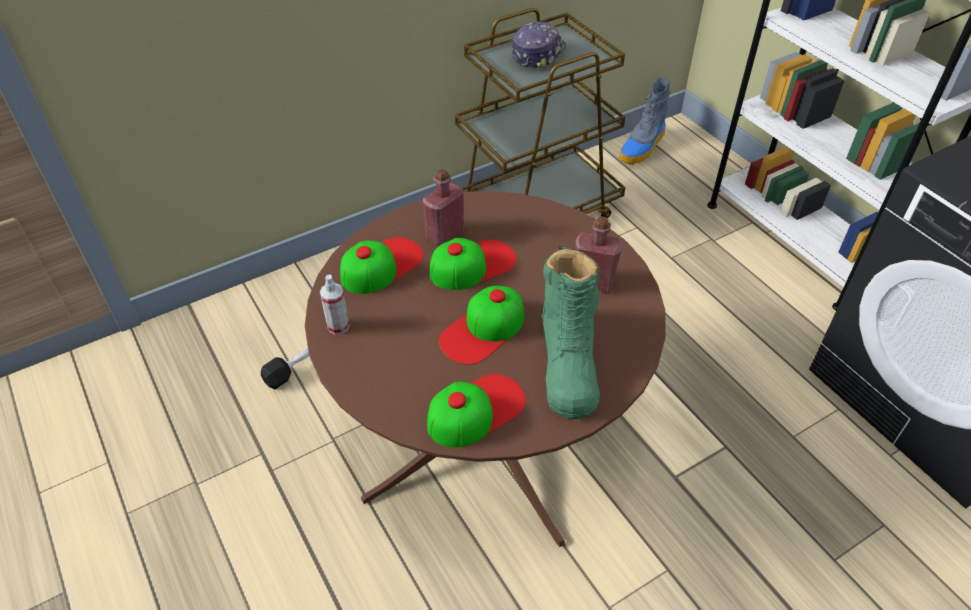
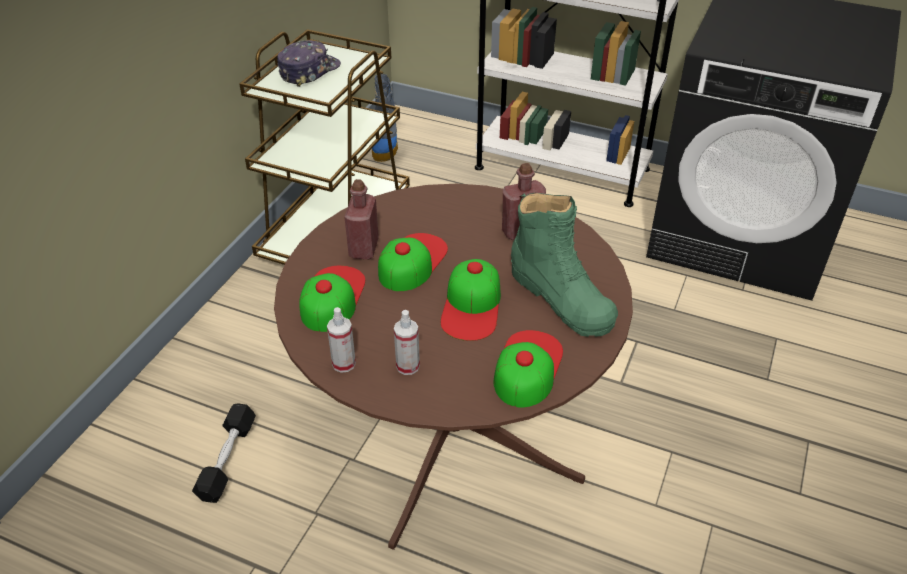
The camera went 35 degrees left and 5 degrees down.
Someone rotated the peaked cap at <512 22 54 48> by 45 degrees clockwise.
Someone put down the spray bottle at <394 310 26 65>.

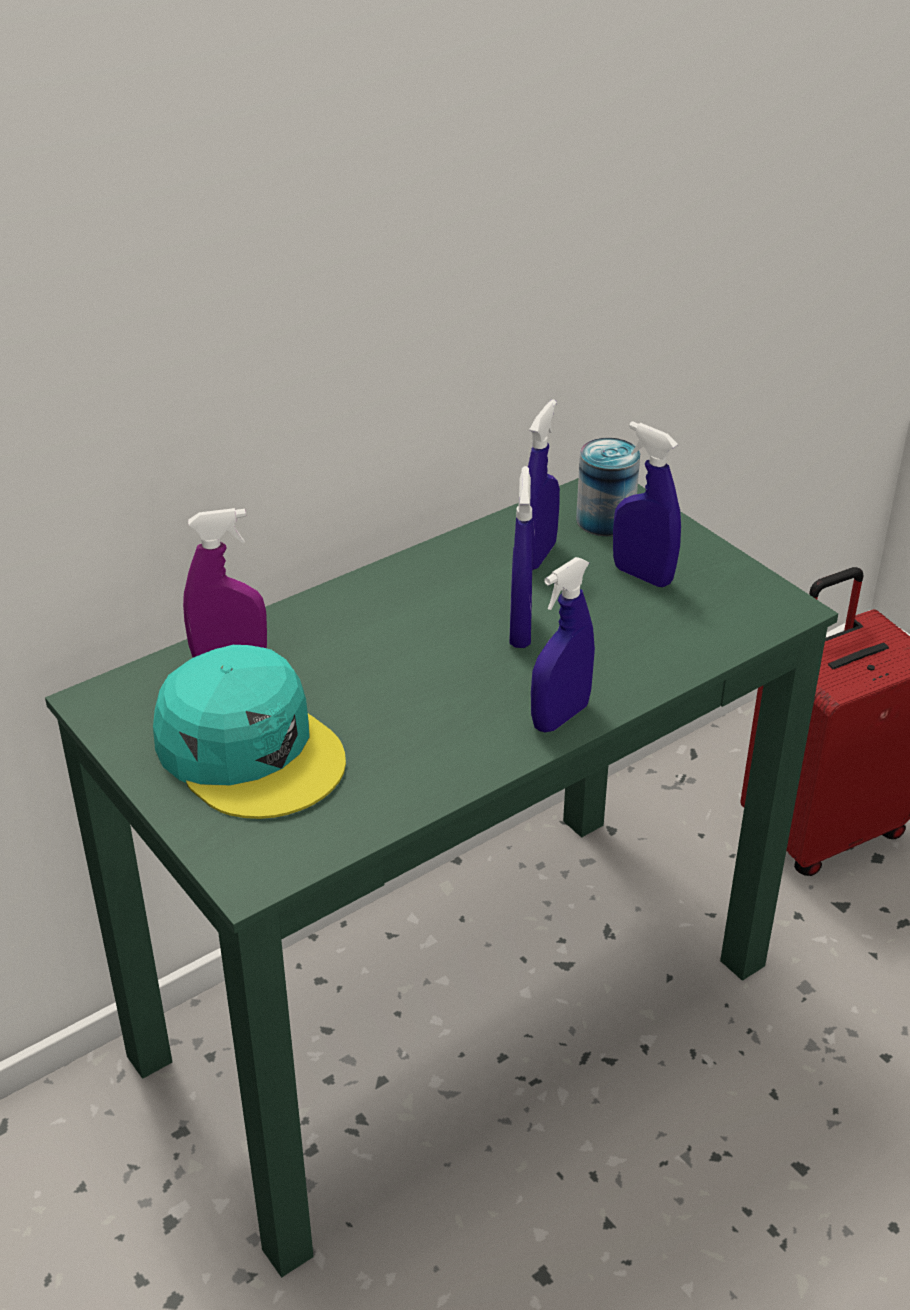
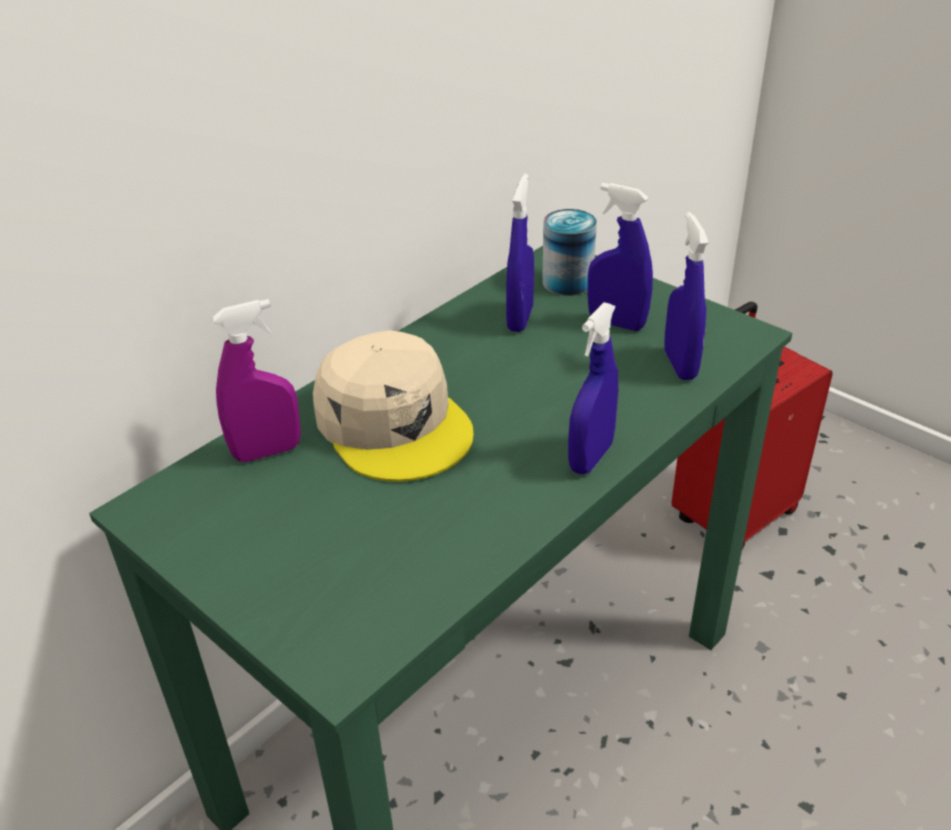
The camera went 10 degrees left and 0 degrees up.
Someone put down the peaked cap (beige-coloured) at <313 330 161 152>.
Someone carried the spray bottle (bluish) from <509 466 23 182> to <664 212 45 168>.
Someone took away the peaked cap (turquoise-coloured) at <153 645 193 174>.

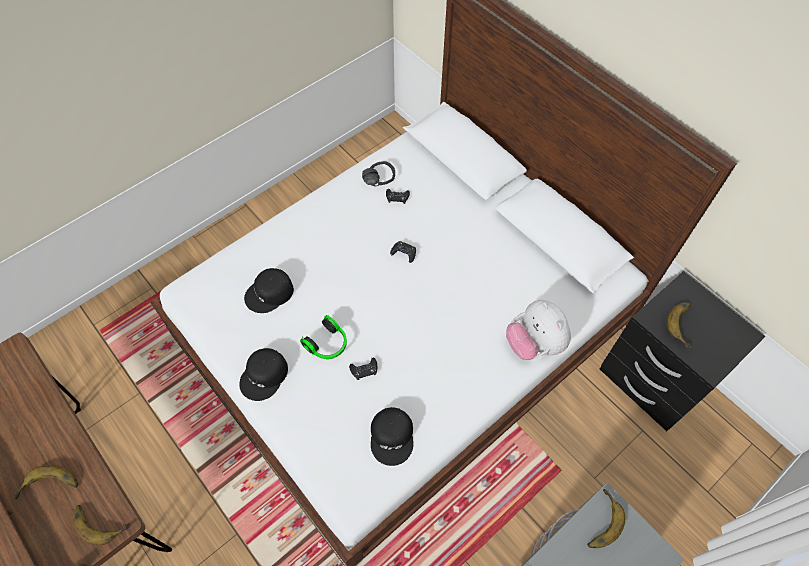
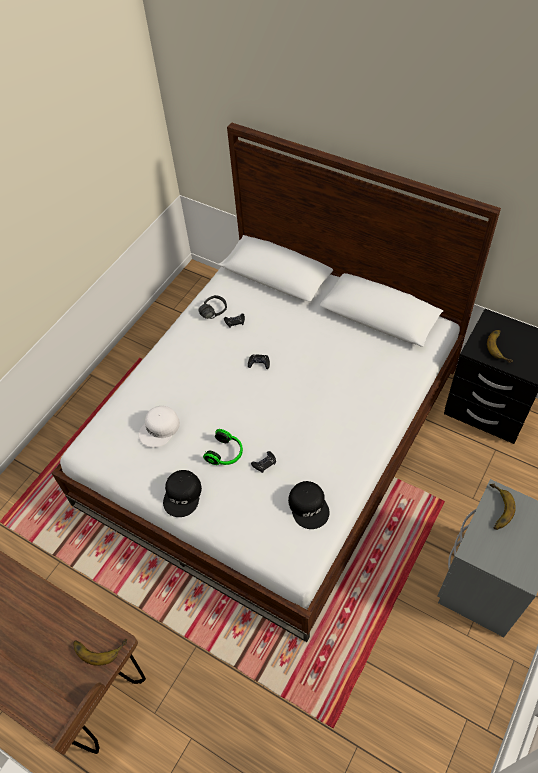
The camera went 15 degrees left and 5 degrees down.
Someone repainted the peaked cap (blackish) at <244 268 50 45>, which became the peaked cap (whitish) at <139 406 41 42>.
Someone took away the banana at <14 465 64 34>.
Someone took away the soft toy at <506 300 65 60>.

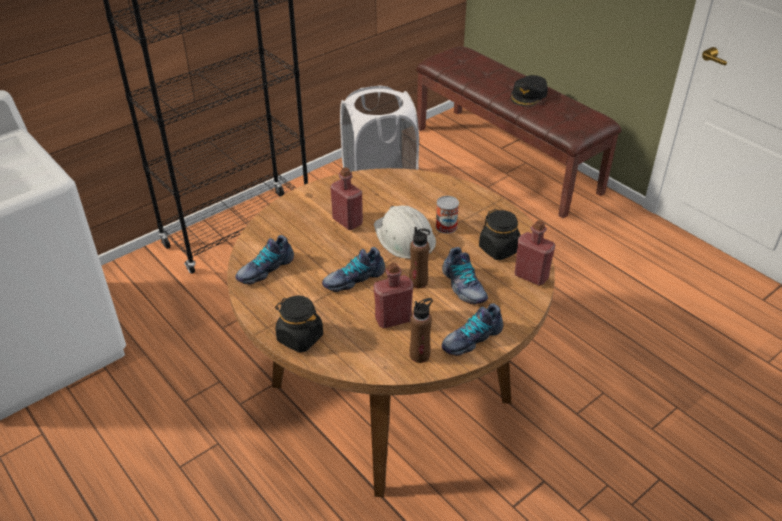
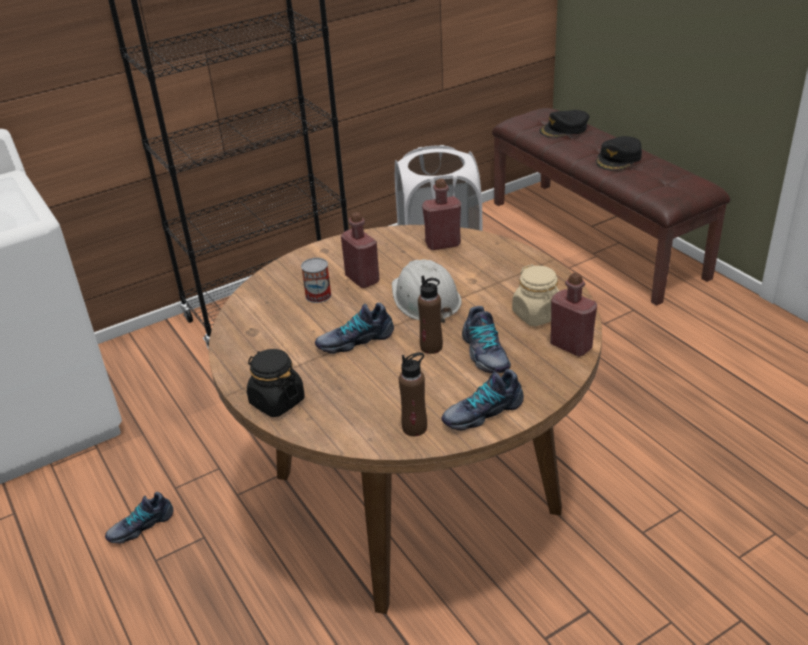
The camera went 10 degrees right and 5 degrees down.
Someone carried the item of footwear from <235 235 59 50> to <105 492 69 52>.
Someone carried the sealed can from <435 196 24 38> to <301 258 31 45>.
Someone carried the beverage bottle (red) from <374 262 39 67> to <422 179 39 71>.
Someone repainted the jar (blackish) at <479 209 42 51>, which became the jar (beige-coloured) at <512 264 47 62>.
Someone put down the peaked cap (blackish) at <539 110 51 28>.

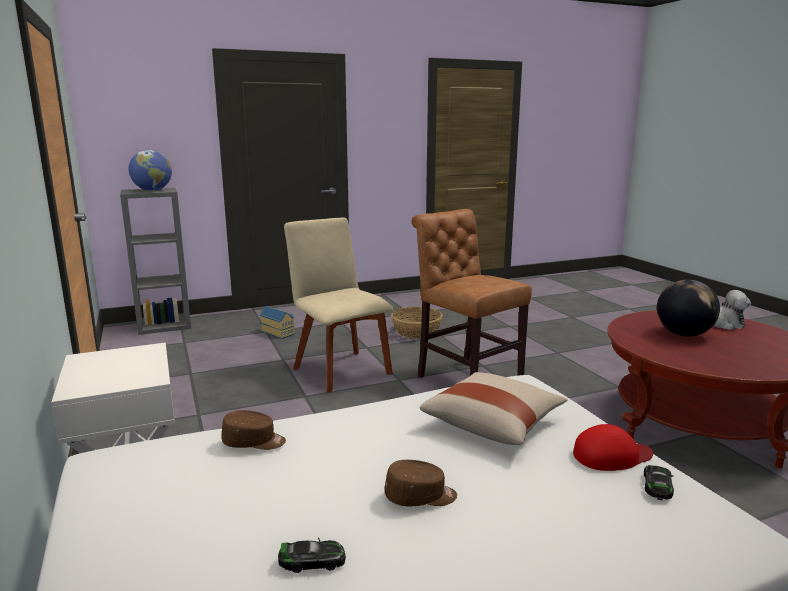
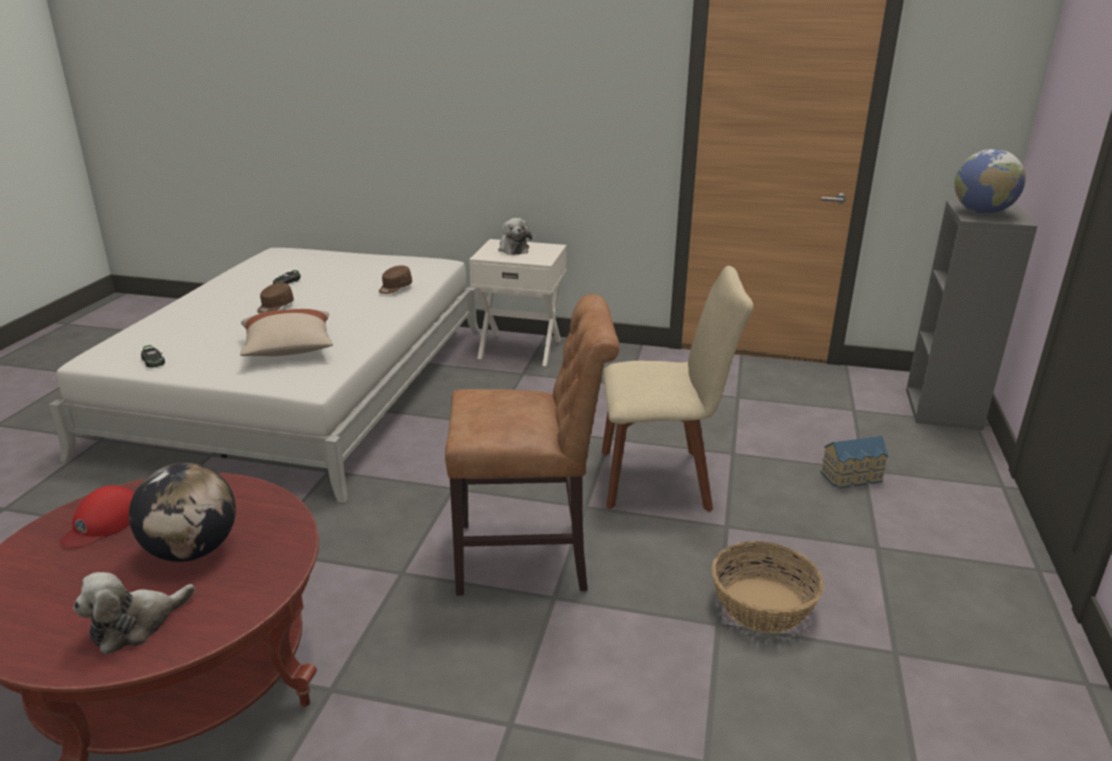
The camera went 125 degrees right and 10 degrees up.
Someone carried the peaked cap (red) from <573 424 80 47> to <60 486 74 61>.
Someone put down the soft toy at <498 218 34 37>.

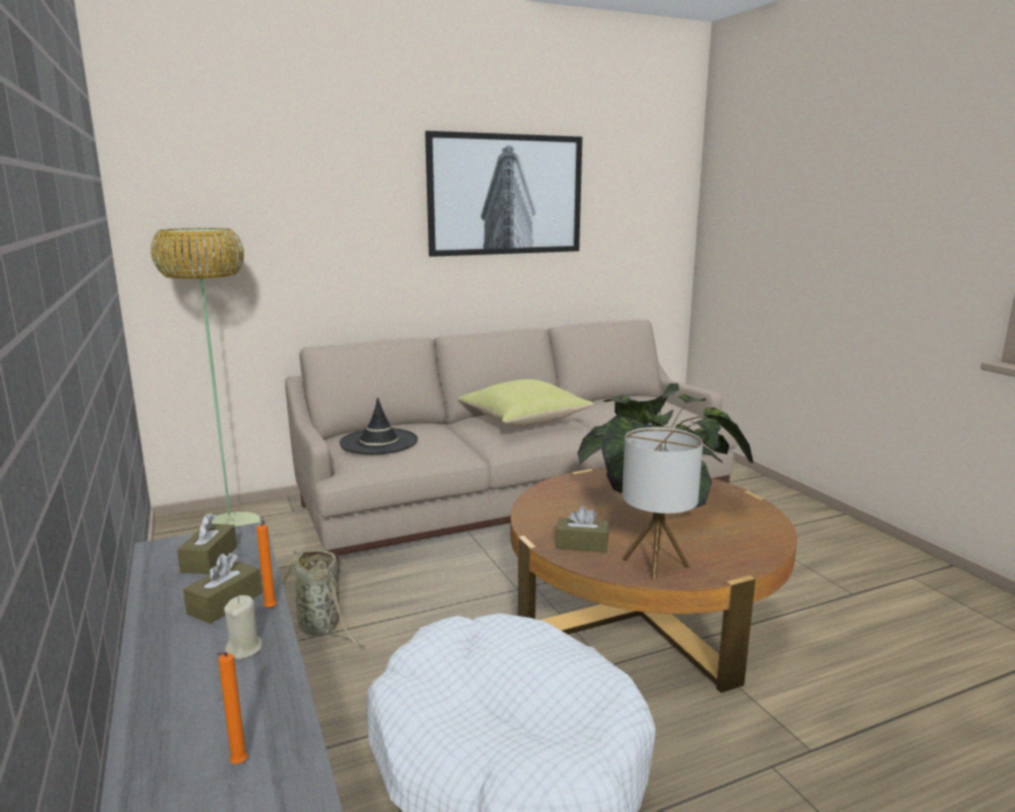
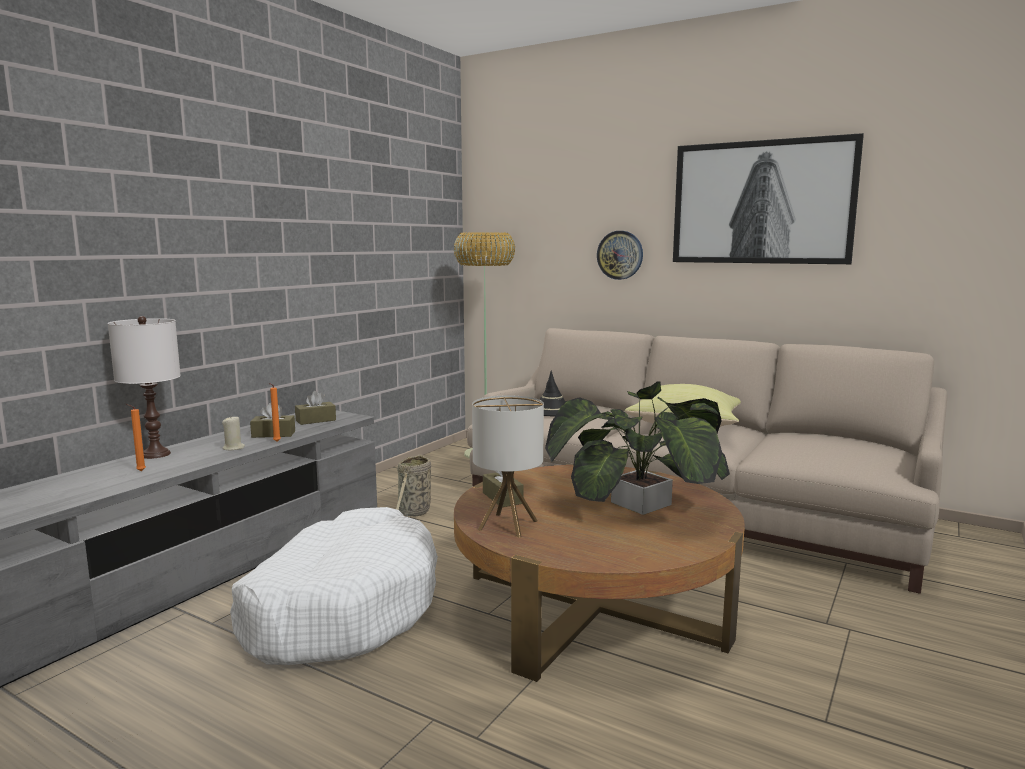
The camera went 55 degrees right and 5 degrees down.
Someone put down the table lamp (whitish) at <108 316 73 143>.
Someone put up the clock on the wall at <597 231 46 49>.

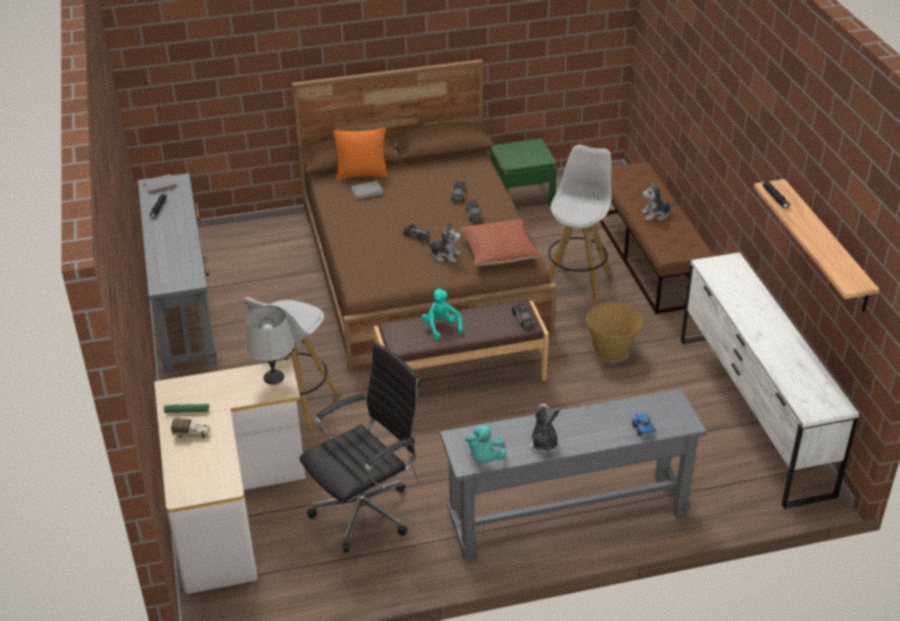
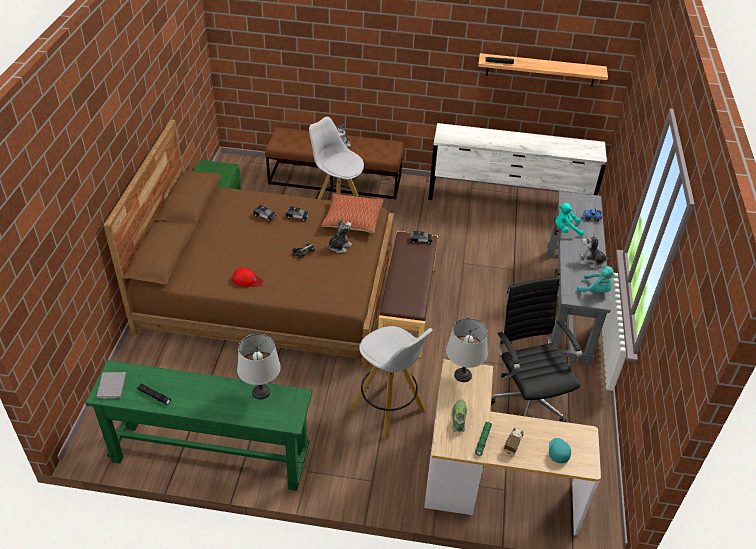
The camera went 70 degrees left and 5 degrees up.
Someone repainted the console table (greyish) at <138 173 79 200>, which became the console table (greenish) at <85 360 227 131>.
Someone put down the peaked cap (red) at <232 268 31 19>.
Someone put down the table lamp (greyish) at <237 334 44 65>.
Someone put down the item of footwear at <452 399 15 33>.
Someone put down the peaked cap (turquoise-coloured) at <549 438 22 25>.
Someone carried the soft toy (turquoise-coloured) from <422 289 40 51> to <555 203 29 33>.
Someone took away the throw pillow (orange-coloured) at <333 127 56 53>.
Someone took away the book (greyish) at <350 181 33 19>.
Someone took away the basket at <586 303 57 58>.

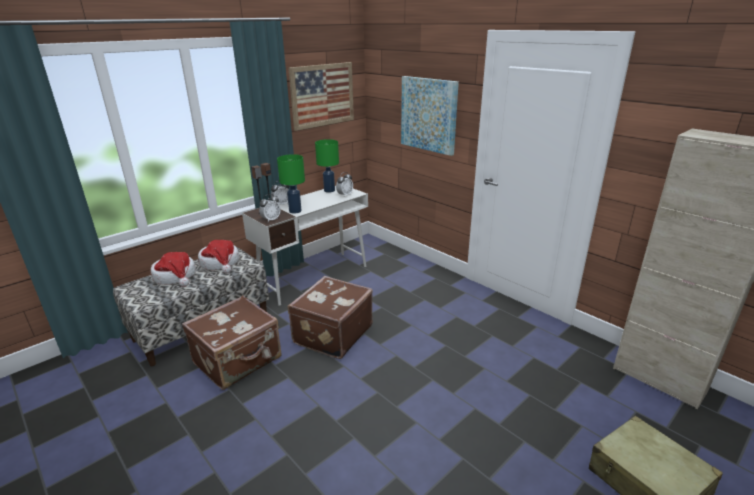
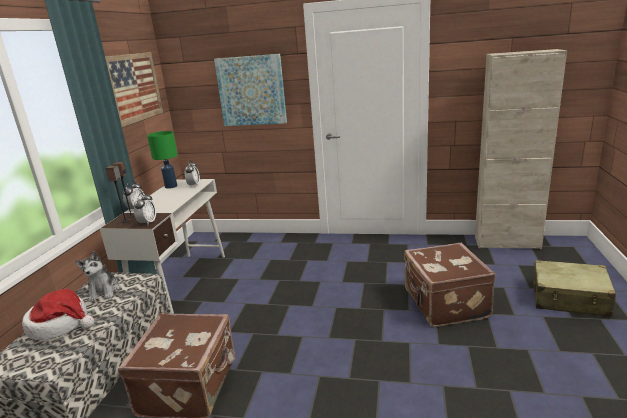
The camera went 35 degrees left and 5 degrees down.
Someone swapped the clothing hat at <198 240 41 34> for the soft toy at <75 251 45 51>.
Someone carried the piece of luggage (brown-coloured) from <288 276 85 83> to <404 243 92 84>.
Someone took away the table lamp (greenish) at <277 154 28 60>.

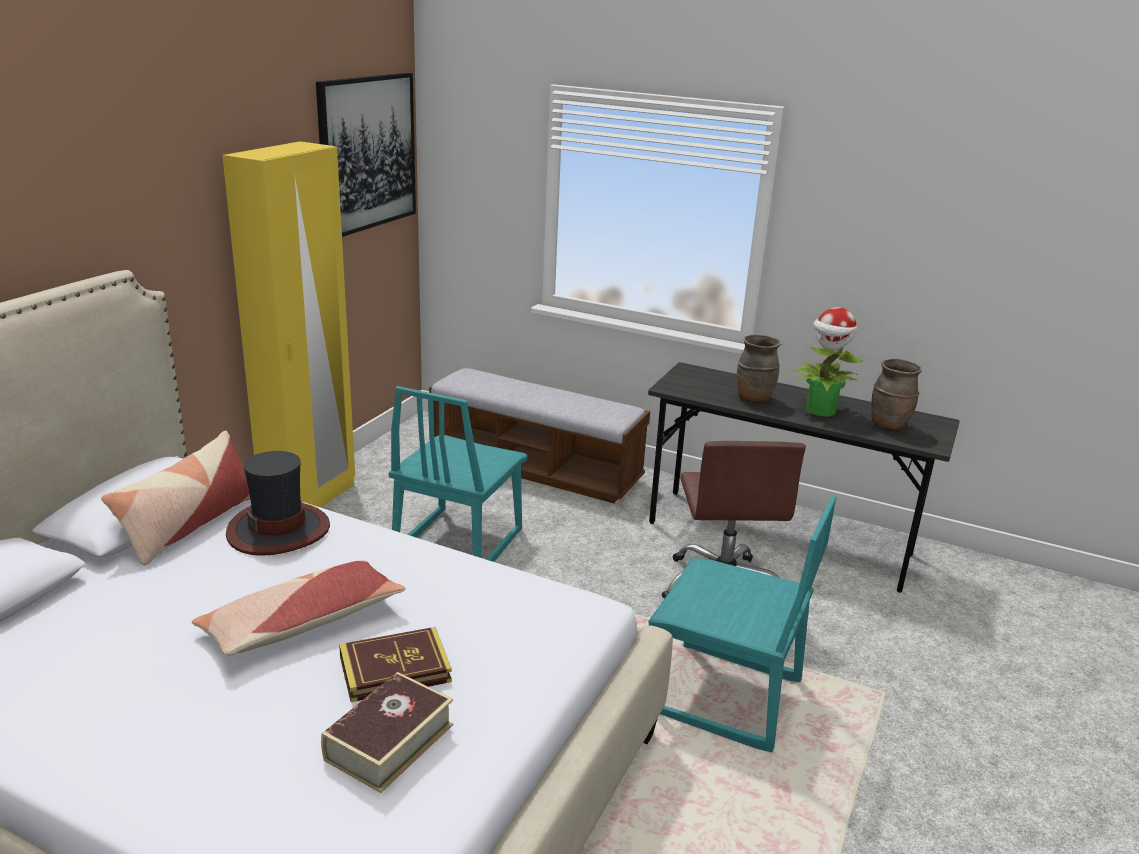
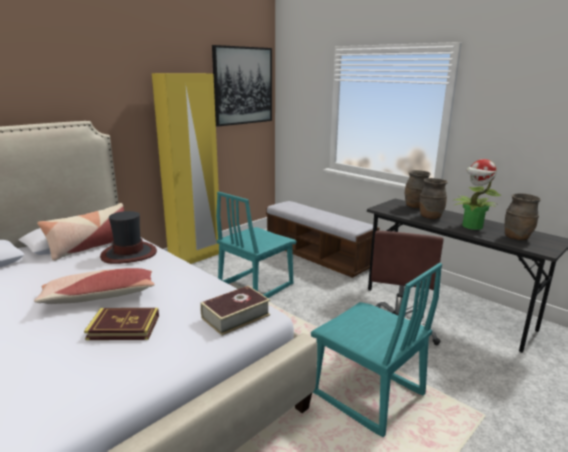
The camera went 20 degrees right and 5 degrees down.
Someone carried the book from <321 672 132 121> to <200 286 70 50>.
Someone put down the flower vase (brown-coloured) at <405 170 25 38>.

